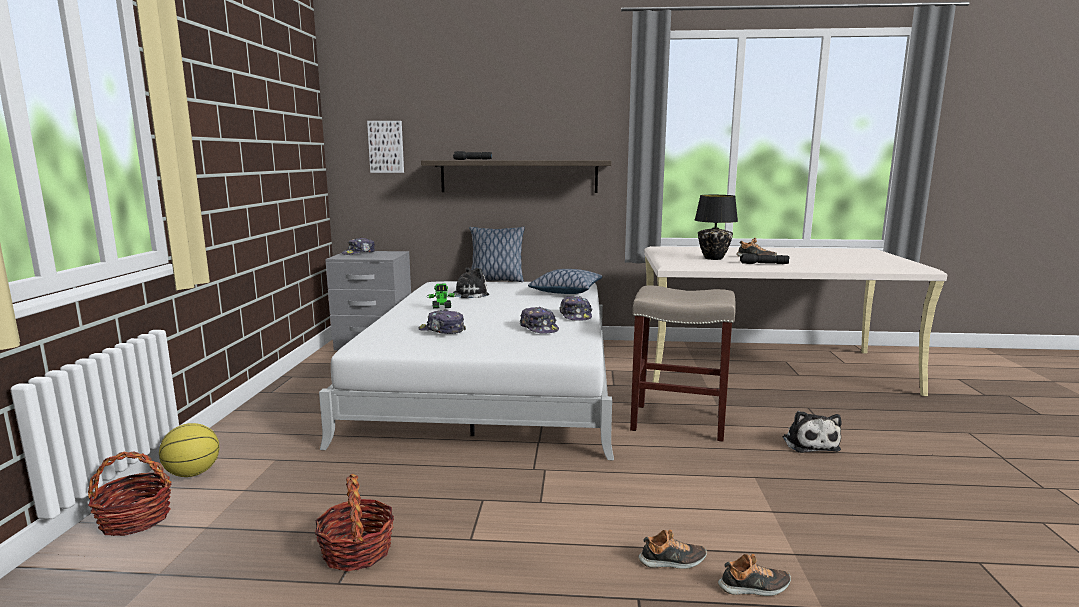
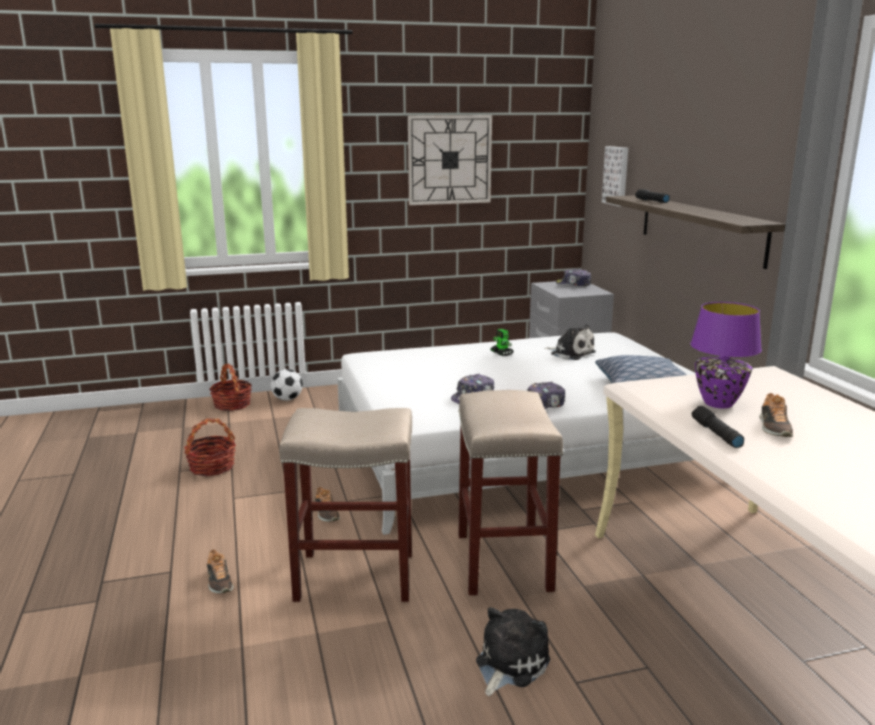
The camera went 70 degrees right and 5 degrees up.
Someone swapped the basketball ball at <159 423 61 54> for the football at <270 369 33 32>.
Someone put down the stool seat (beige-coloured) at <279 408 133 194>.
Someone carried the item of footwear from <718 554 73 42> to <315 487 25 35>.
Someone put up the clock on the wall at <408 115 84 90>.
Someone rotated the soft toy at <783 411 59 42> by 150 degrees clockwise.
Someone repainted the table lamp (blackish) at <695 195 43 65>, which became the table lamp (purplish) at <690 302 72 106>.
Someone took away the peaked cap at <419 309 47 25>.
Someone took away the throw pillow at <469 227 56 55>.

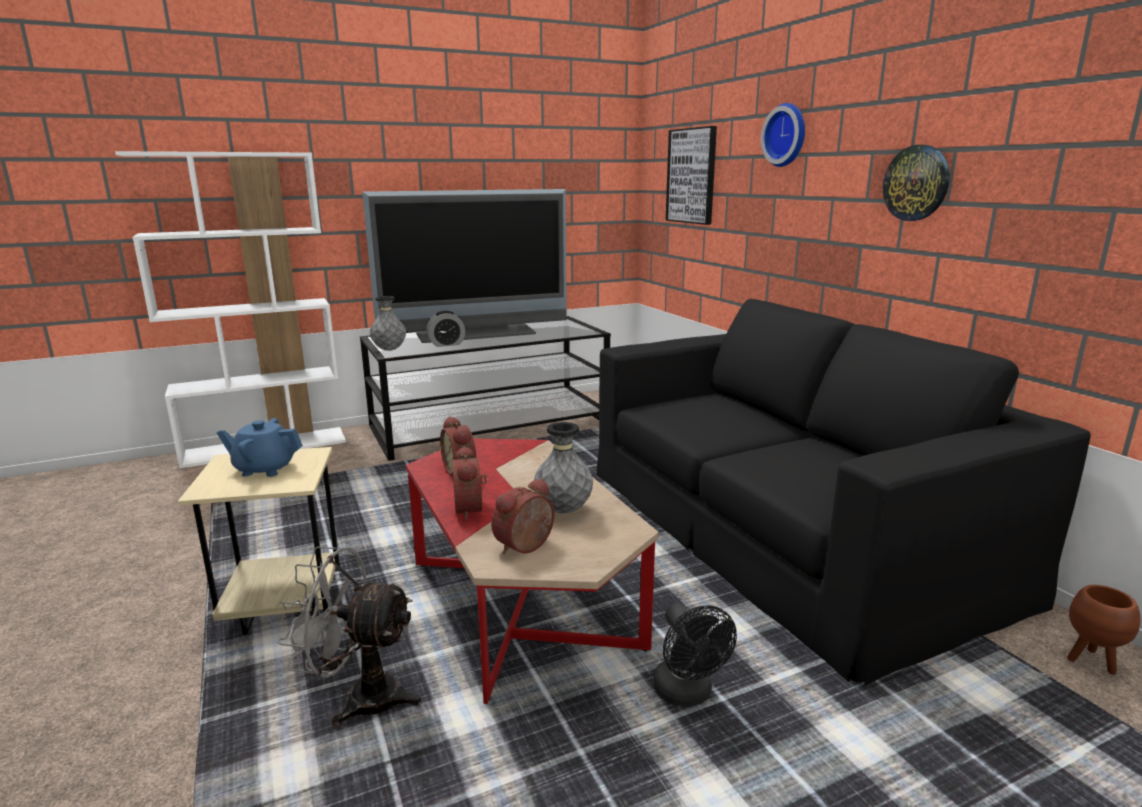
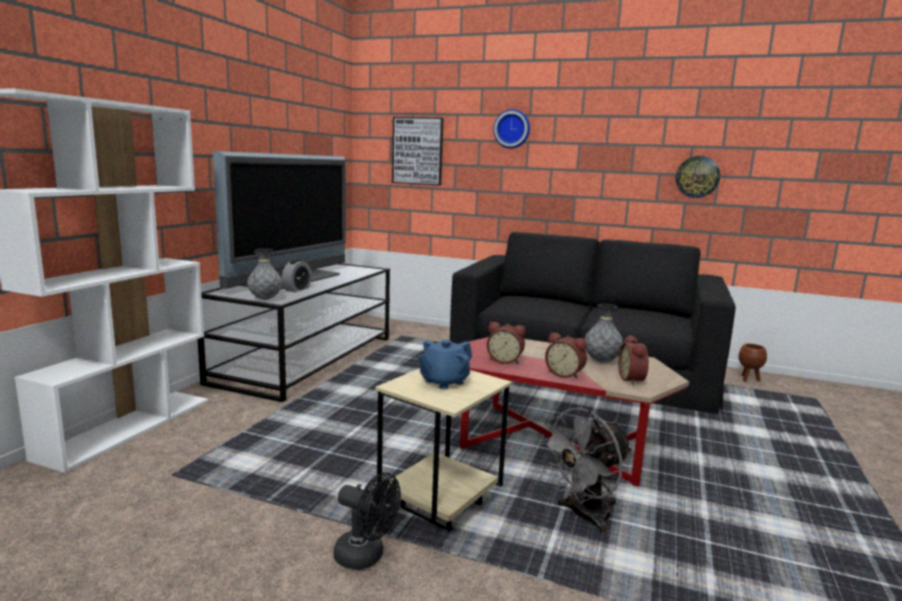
The camera went 45 degrees left and 5 degrees down.
Someone carried the fan (blackish) from <653 603 84 104> to <334 473 67 97>.
Someone carried the clock on the wall from <883 145 67 76> to <675 156 45 42>.

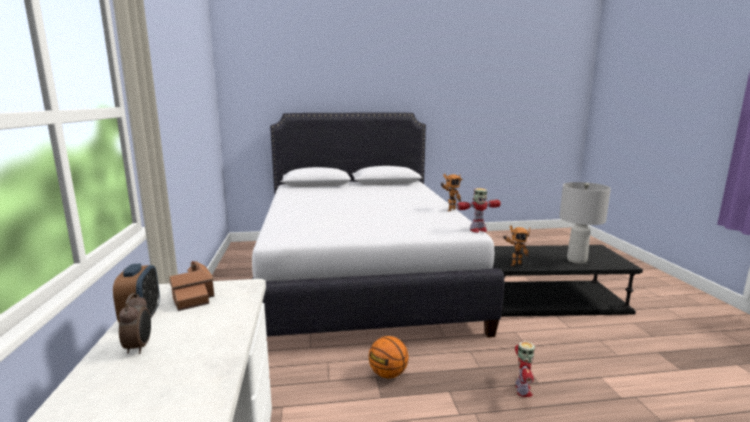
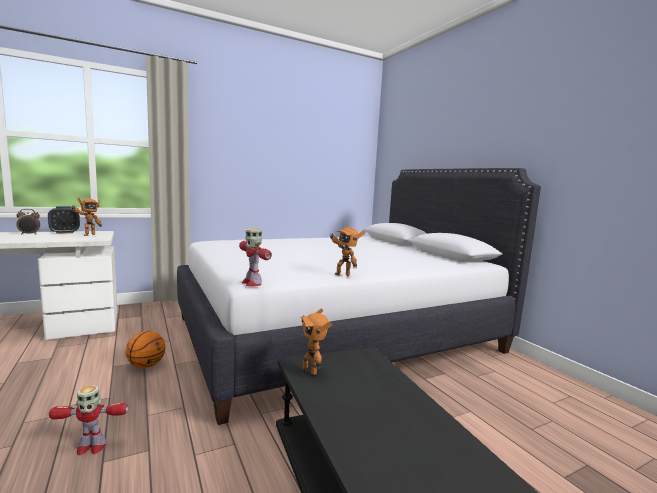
The camera went 70 degrees right and 5 degrees down.
Someone swapped the model house at <169 261 45 50> for the model robot at <71 198 30 38>.
Someone took away the table lamp (greyish) at <559 182 52 82>.

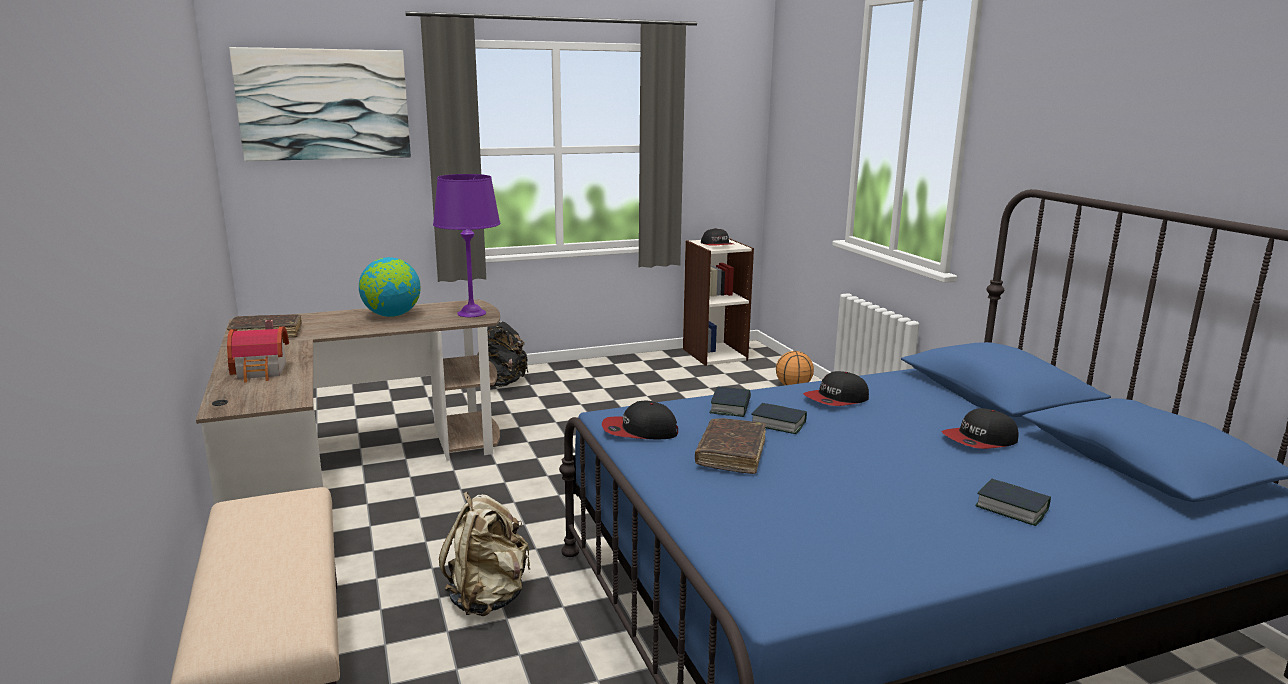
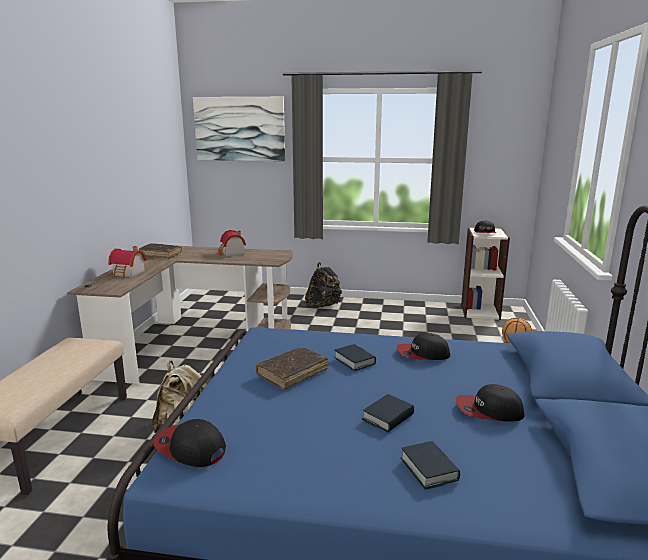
The camera went 30 degrees right and 0 degrees up.
Someone carried the peaked cap from <602 401 76 38> to <154 419 72 48>.
Someone swapped the globe at <359 257 62 60> for the model house at <218 230 28 26>.
Someone carried the book from <709 386 42 31> to <362 394 52 38>.
Someone took away the table lamp (purplish) at <433 174 67 143>.

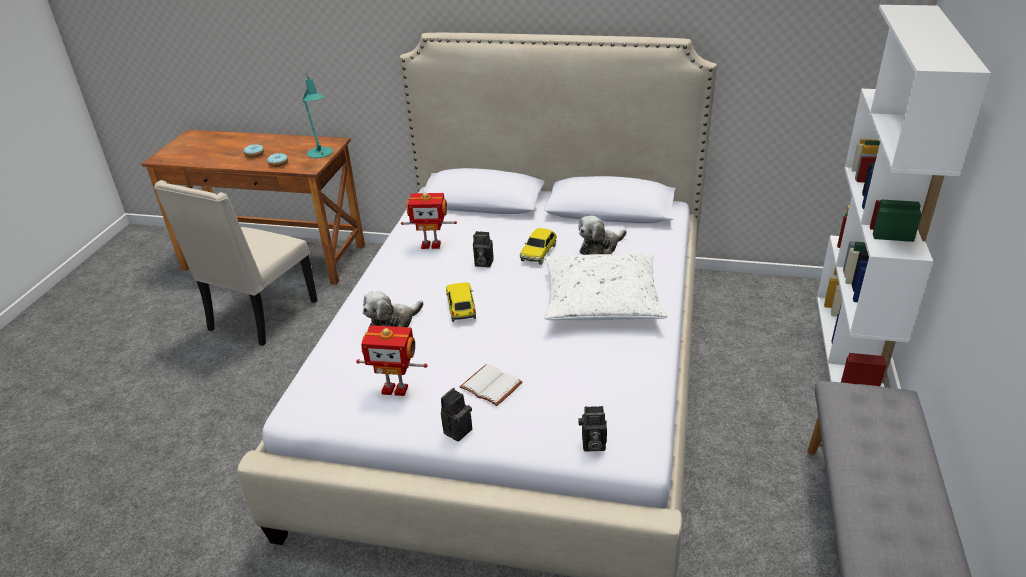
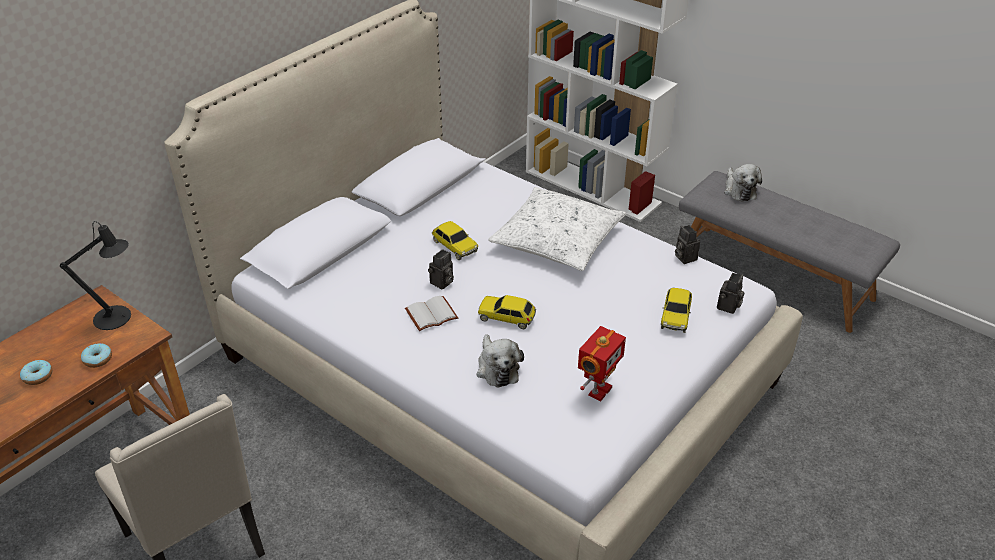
The camera went 65 degrees left and 5 degrees up.
Someone repainted the table lamp (turquoise-coloured) at <302 73 31 85>, which became the table lamp (blackish) at <60 221 71 109>.
Someone carried the book (whitish) from <460 364 63 42> to <405 296 53 35>.
Someone put down the miniature car at <661 288 31 45>.
Someone carried the photo camera from <441 388 31 53> to <675 225 25 39>.
Someone carried the soft toy from <578 216 48 39> to <724 164 38 38>.
Someone took away the model robot at <401 193 56 56>.

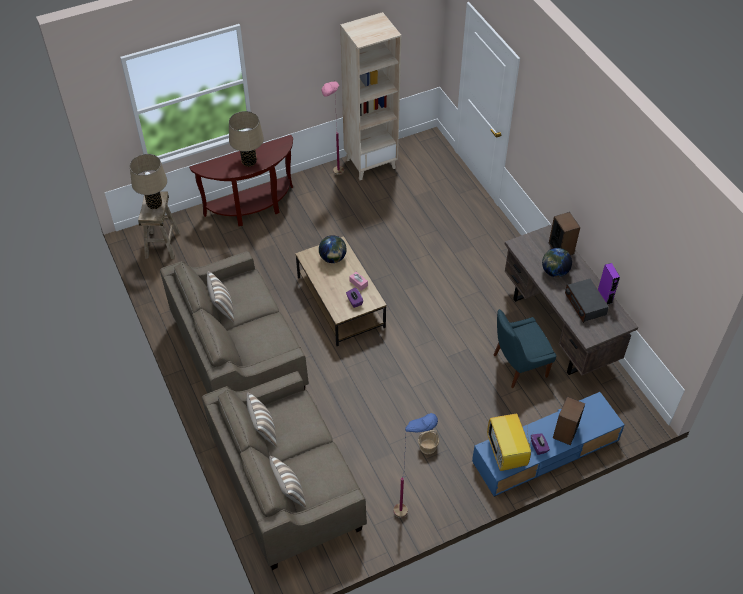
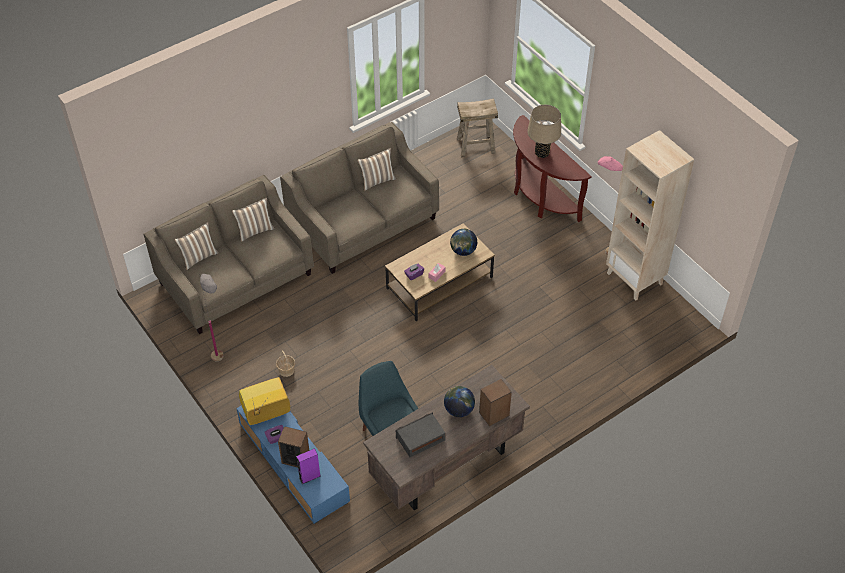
The camera went 80 degrees right and 0 degrees up.
Someone repainted the standard lamp (bluish) at <394 413 44 105>, which became the standard lamp (greyish) at <199 274 25 87>.
Someone carried the loudspeaker (purplish) from <598 263 22 42> to <296 448 25 36>.
Someone took away the table lamp (beige-coloured) at <130 154 37 55>.

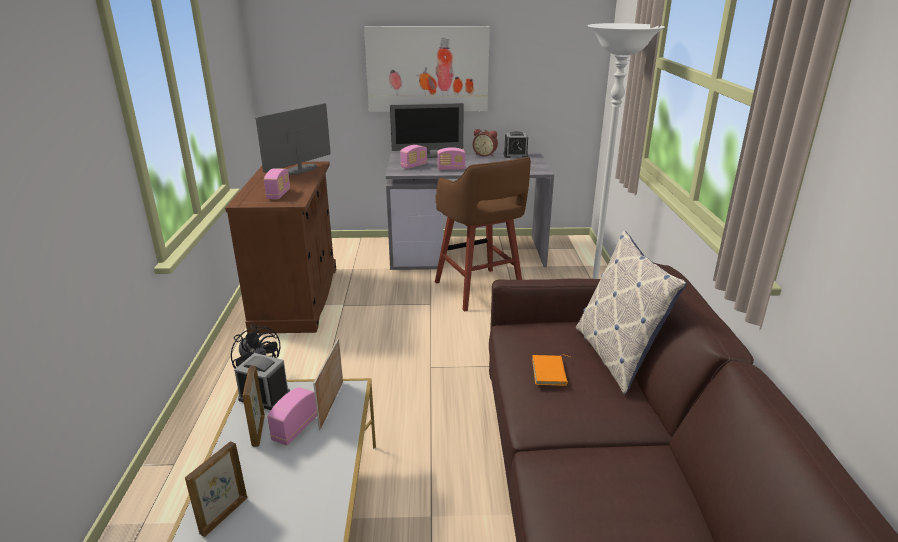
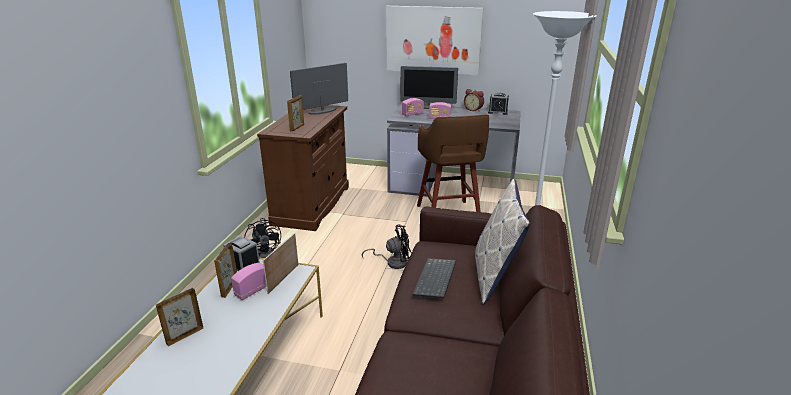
The camera went 15 degrees right and 0 degrees up.
Someone swapped the radio set at <264 168 26 32> for the photo frame at <287 95 17 37>.
Someone put down the fan (blackish) at <362 225 49 44>.
Someone swapped the book (orange-coloured) at <532 354 38 32> for the computer keyboard at <413 258 43 41>.

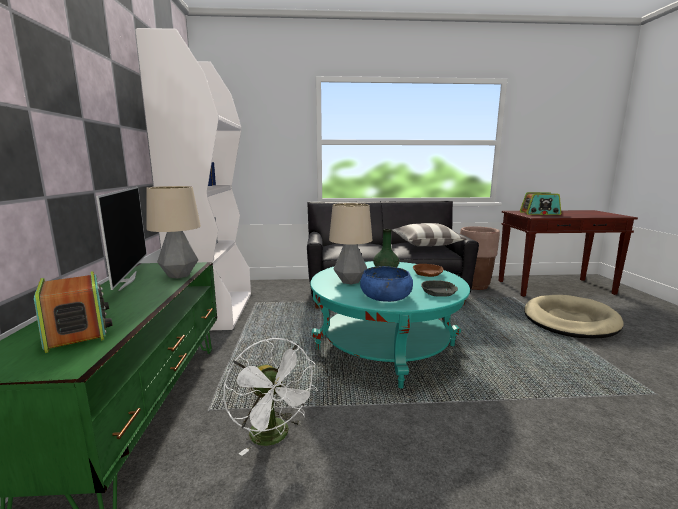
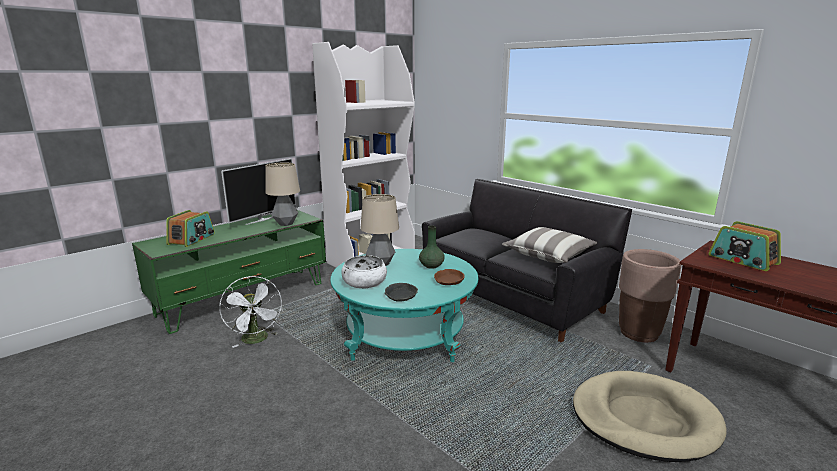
The camera went 50 degrees right and 5 degrees up.
Someone rotated the fan (whitish) at <223 338 95 118> by 45 degrees counterclockwise.
Someone repainted the bowl (bluish) at <360 266 53 36>, which became the bowl (whitish) at <342 255 45 33>.

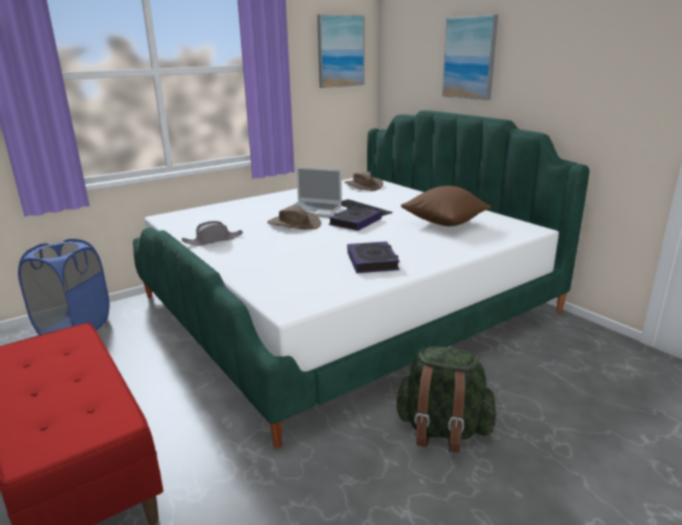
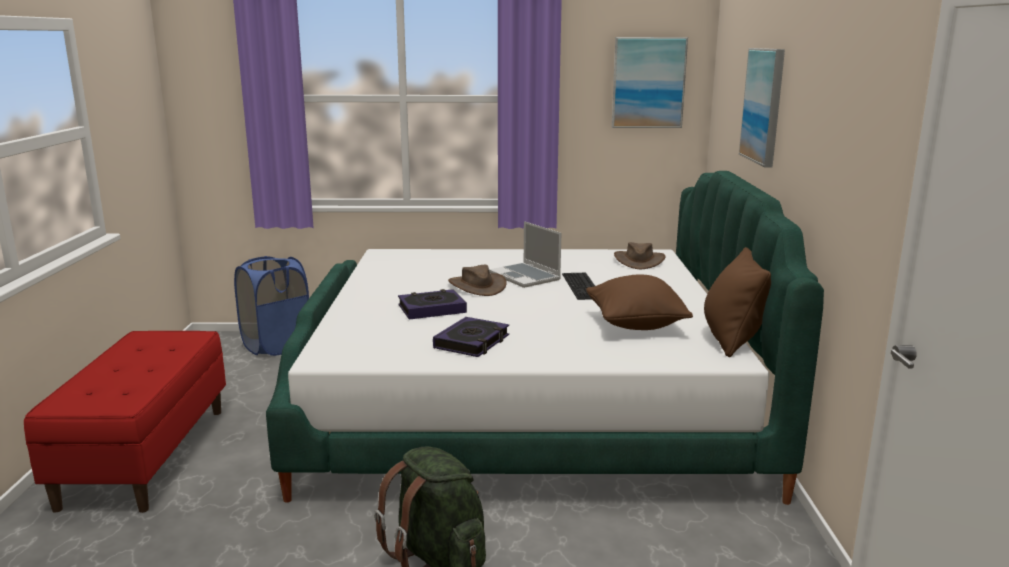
The camera went 35 degrees right and 5 degrees down.
Someone carried the book from <328 206 54 25> to <398 289 69 31>.
Someone put down the throw pillow (brown-coloured) at <704 247 67 110>.
Someone took away the clothing hat (greyish) at <182 221 61 25>.

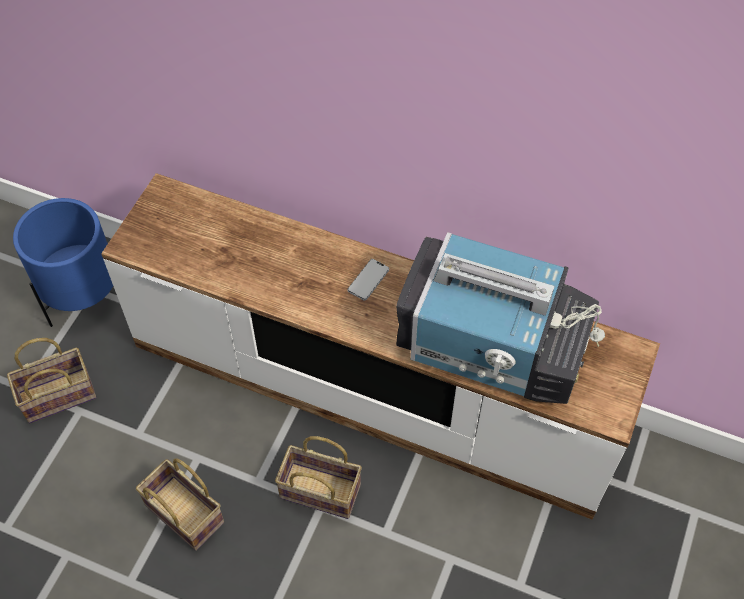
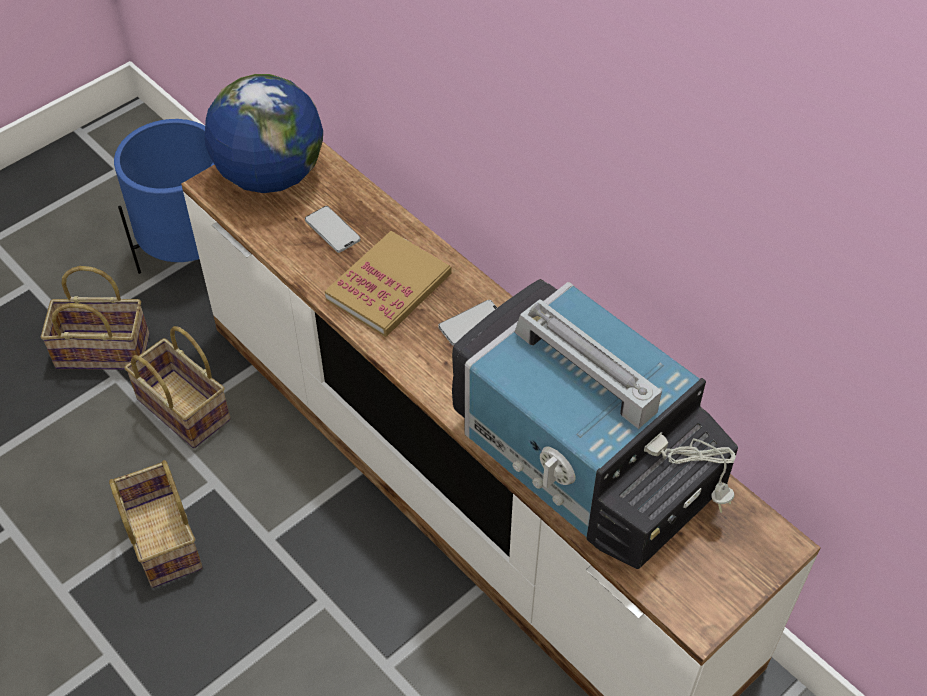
The camera went 25 degrees right and 5 degrees down.
Someone carried the basket from <275 436 87 83> to <124 326 107 122>.
Someone put down the globe at <205 74 118 119>.
Someone put down the telephone at <305 206 56 47>.
Someone put down the book at <325 231 126 106>.

